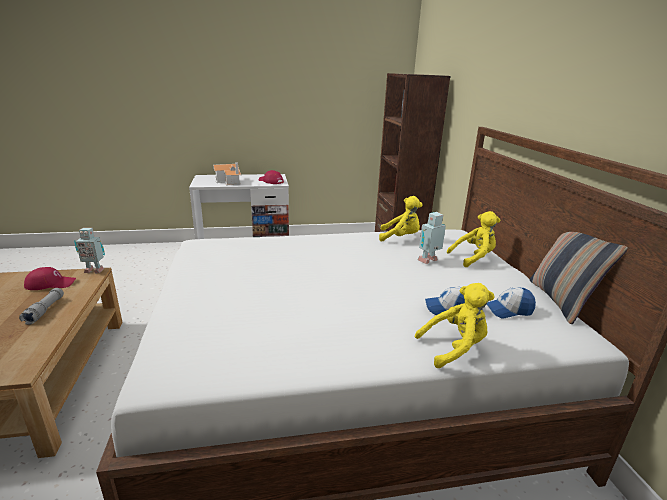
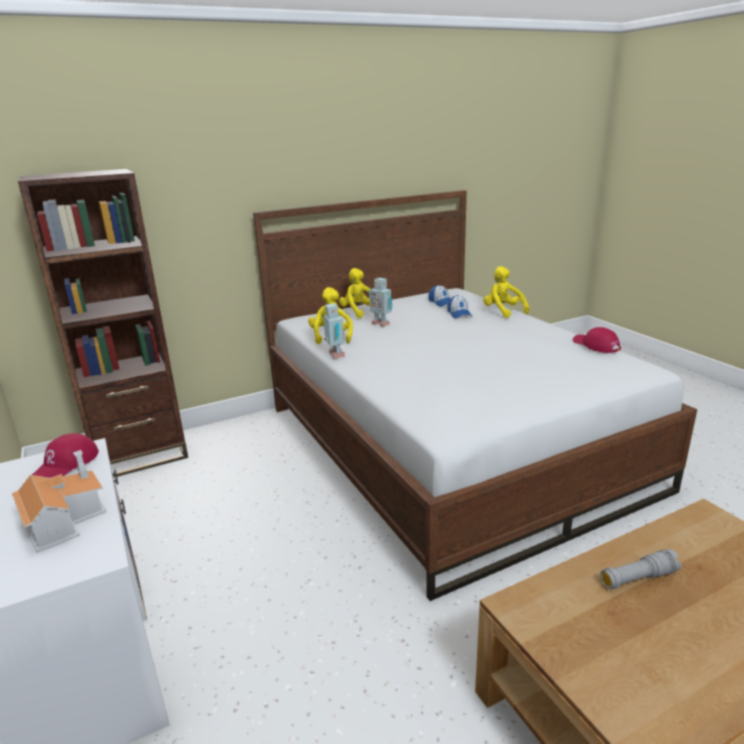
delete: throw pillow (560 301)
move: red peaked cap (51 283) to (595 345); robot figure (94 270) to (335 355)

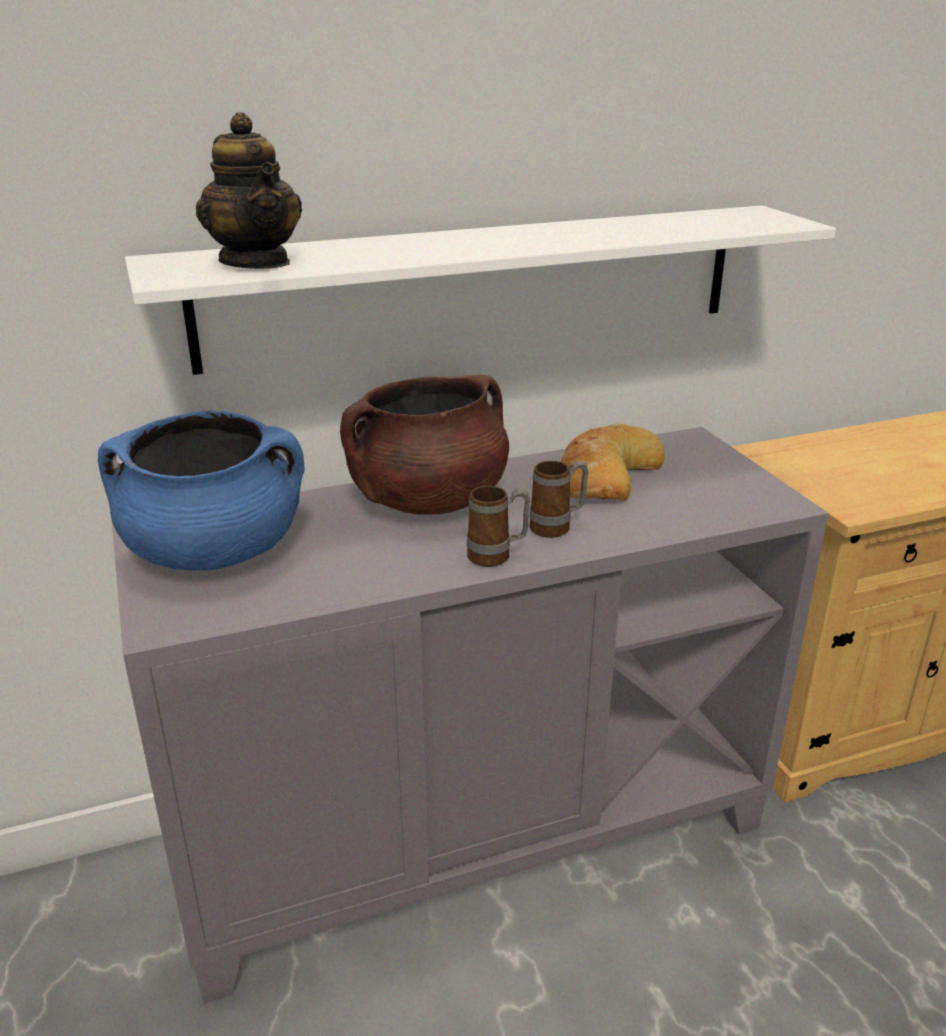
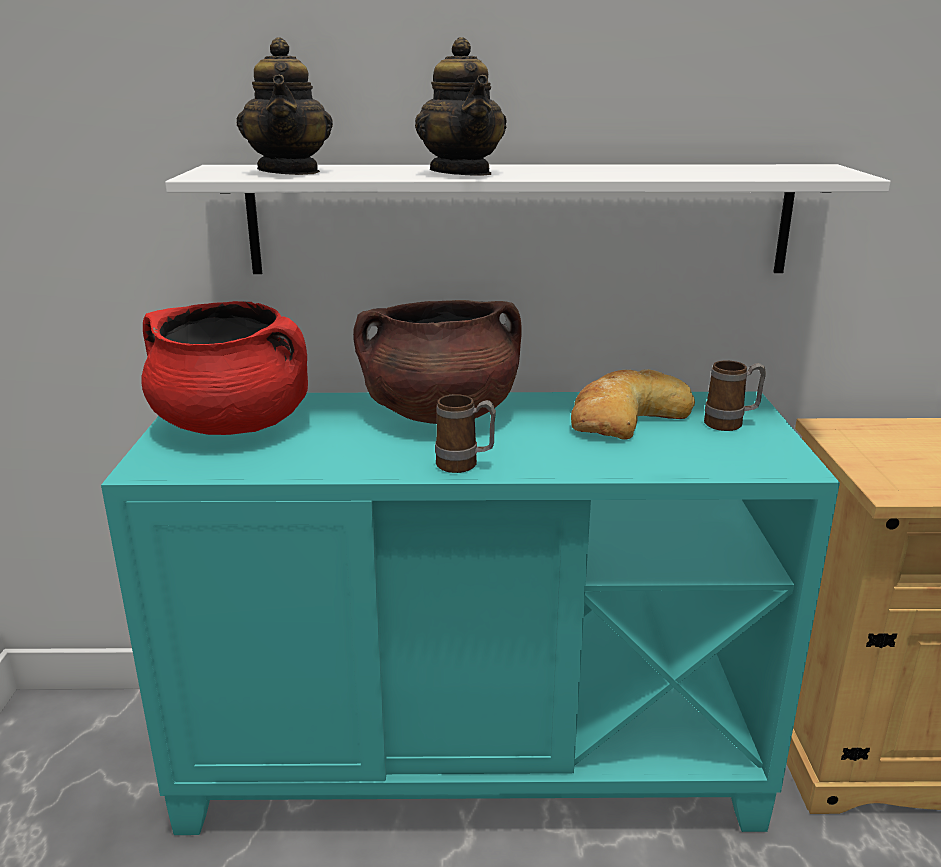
insert: pot for tea (461 173)
move: mug (557 527) to (731 424)
recolor: bluish cooking pot (215 551) to red cooking pot (233 425); grey cupboard (472 832) to turquoise cupboard (471 756)

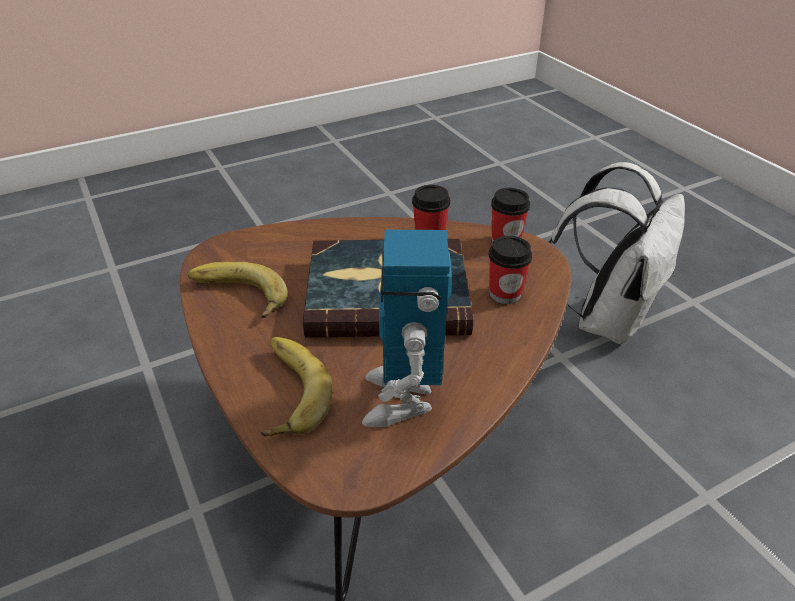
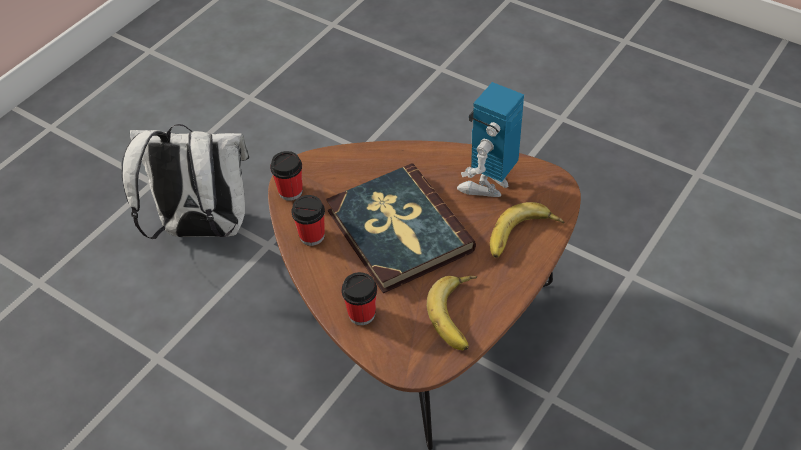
move: small cup (505 293) to (362 314)
rotate: robot figure (403 399) = (488 184) 150 degrees clockwise

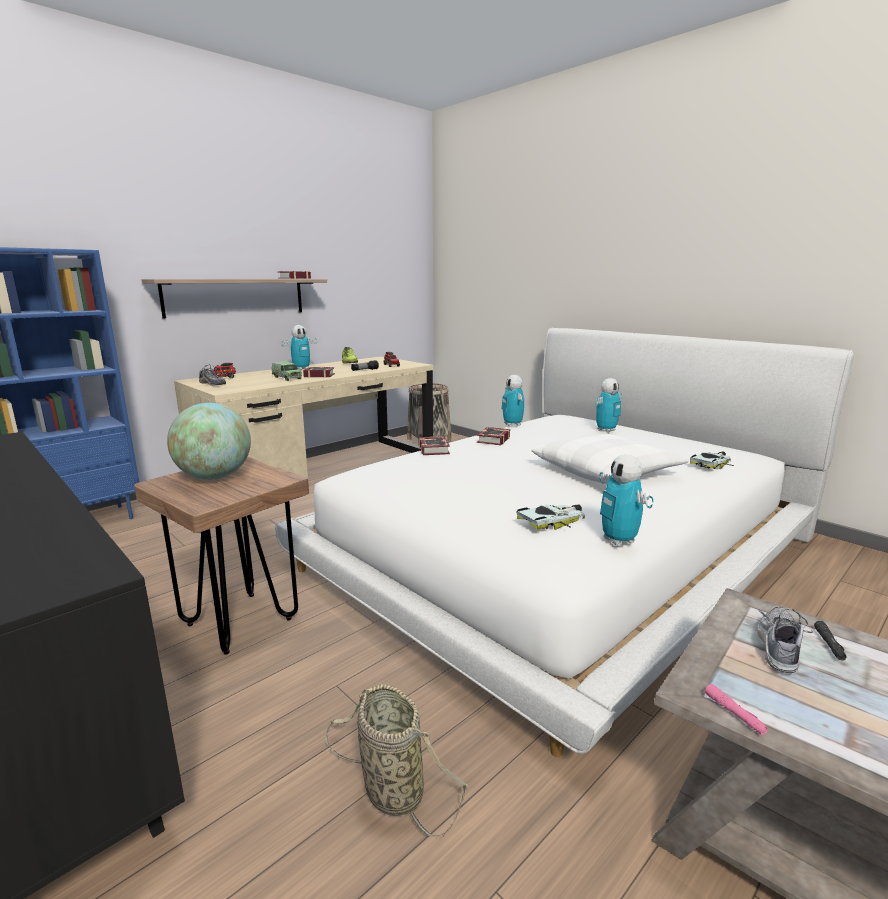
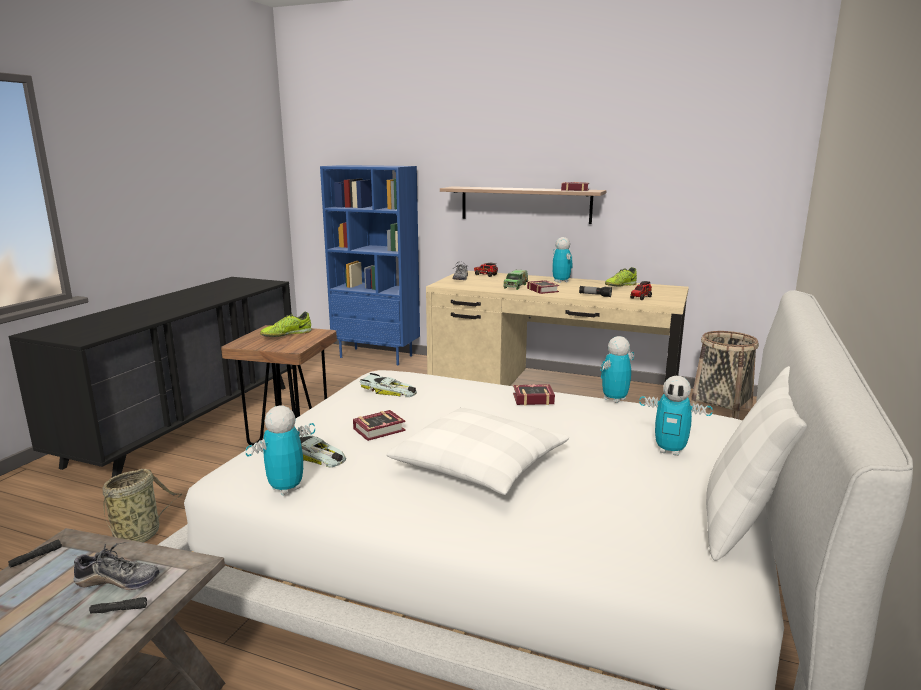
insert: white throw pillow (740 522)
move: book (434 449) to (381 430); miniature car (712 464) to (389 391)
replace: world globe (214 477) to shoe (286 335)
recolor: pink-coloured hand torch (734 714) to black hand torch (36 557)
rotate: robot figure (301 369) = (561 281) 135 degrees counterclockwise

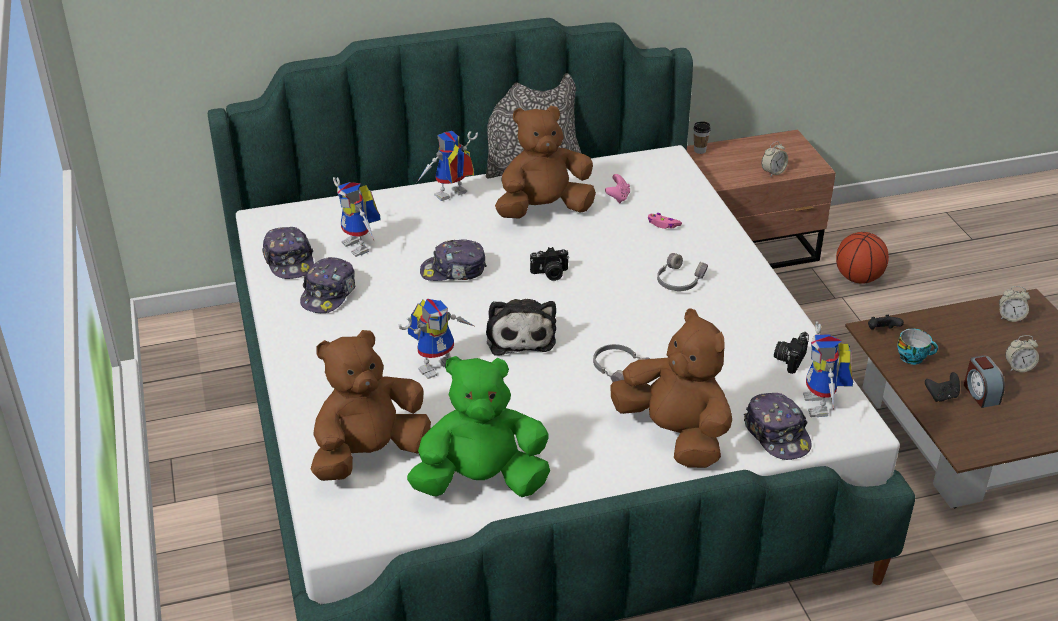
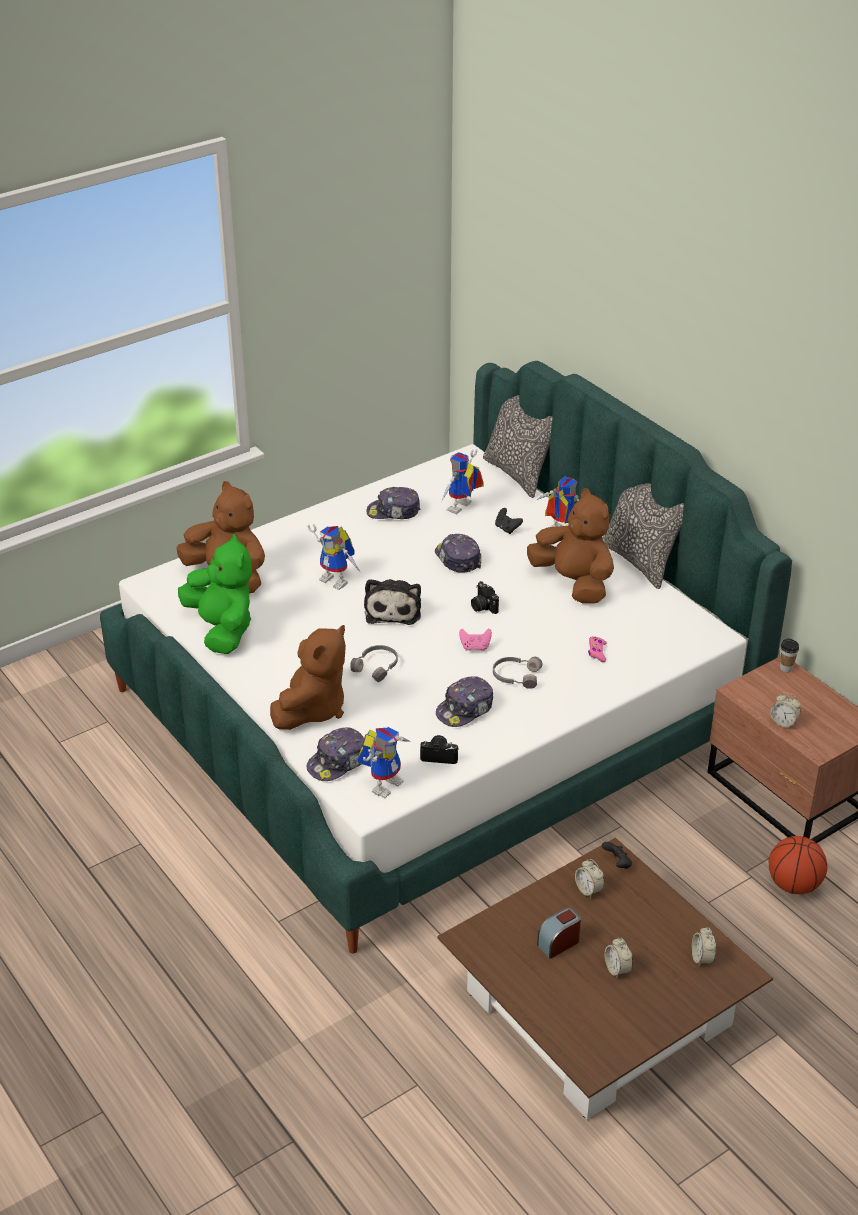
insert: throw pillow (518 474)
move: peaked cap (289 261) to (465 709); pink-coloured gamepad (618 197) to (475 647); black gamepad (942 396) to (507 529)
replace: small cup (913 357) to bedside clock (588 890)
rotate: soft toy (520 335) = (393 609) 60 degrees counterclockwise; robot figure (822 407) = (385 783) 150 degrees clockwise

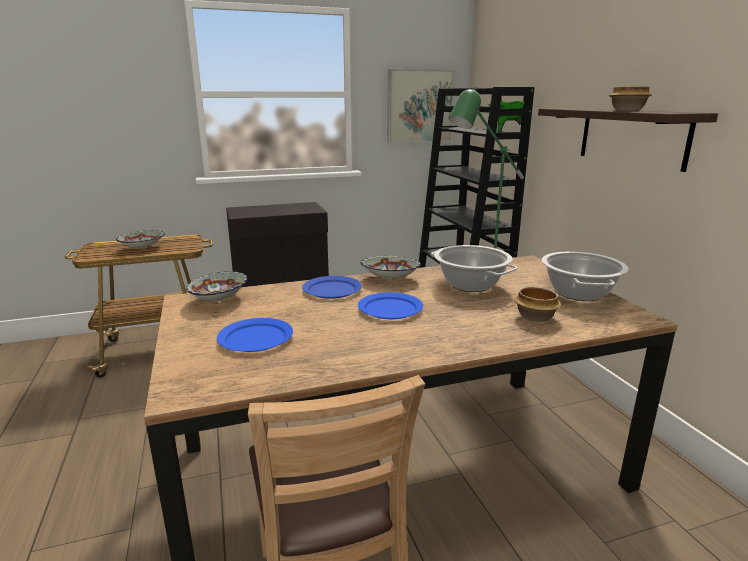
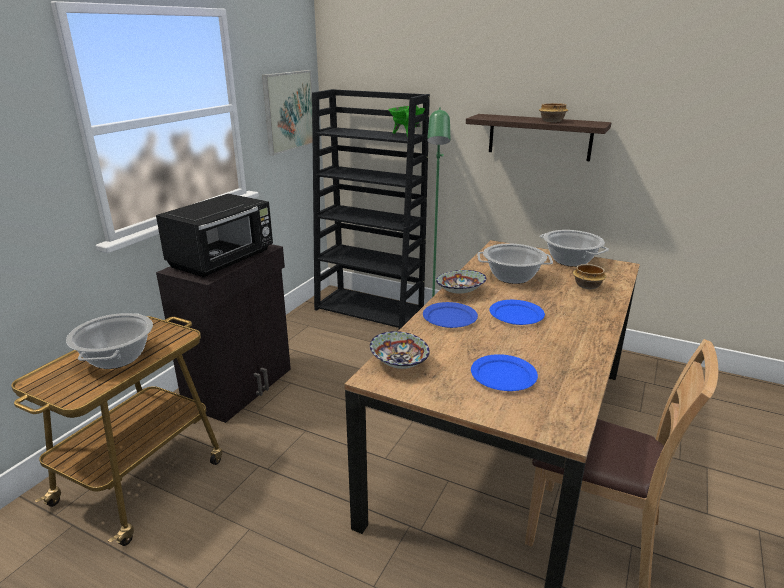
insert: black kitchen microwave (223 260)
replace: deep dish (142 248) to cooking pot (116 357)

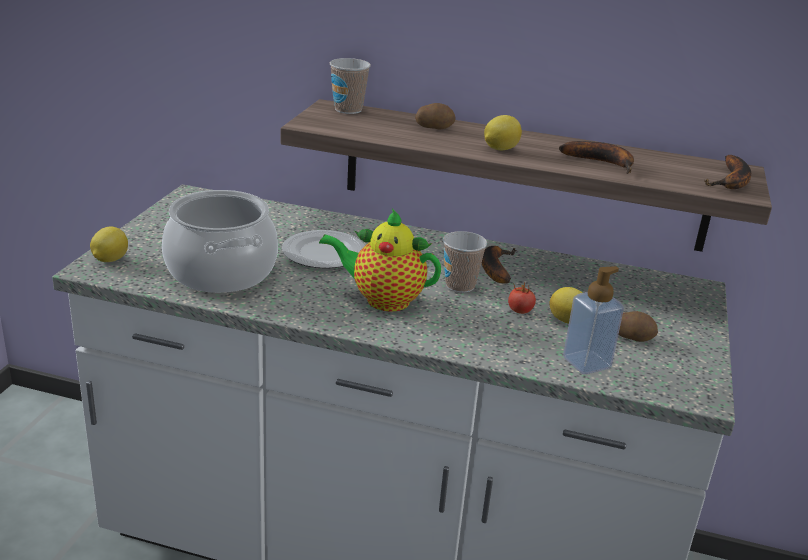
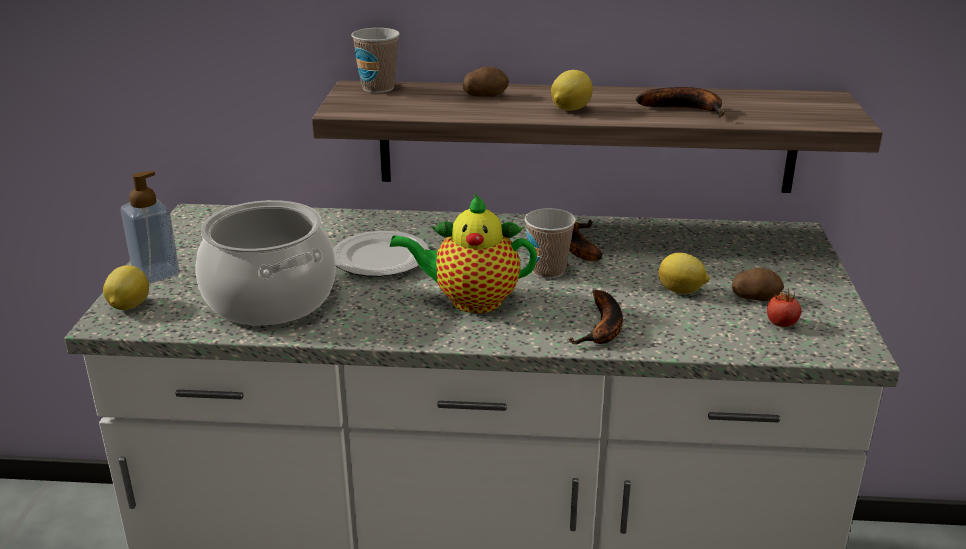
move: fresh tomato (520 311) to (781 323); soap bottle (586 363) to (156 274); banana (732 181) to (603 328)

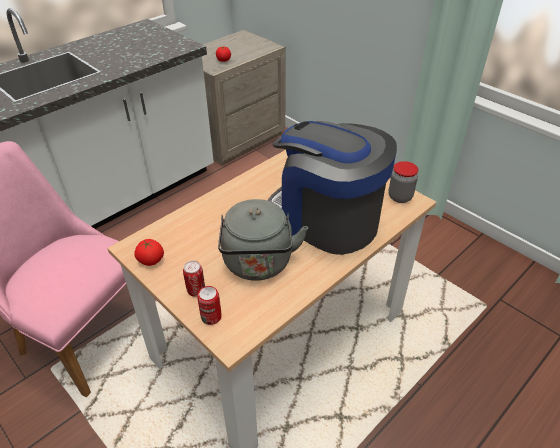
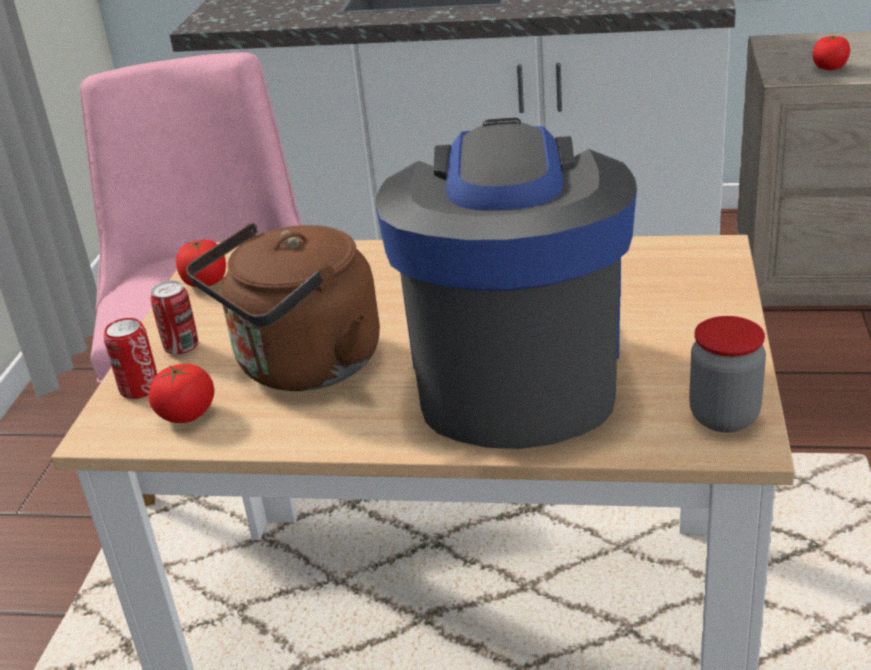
insert: fresh tomato (187 414)
recolor: grey tea kettle (258 265) to brown tea kettle (302 367)

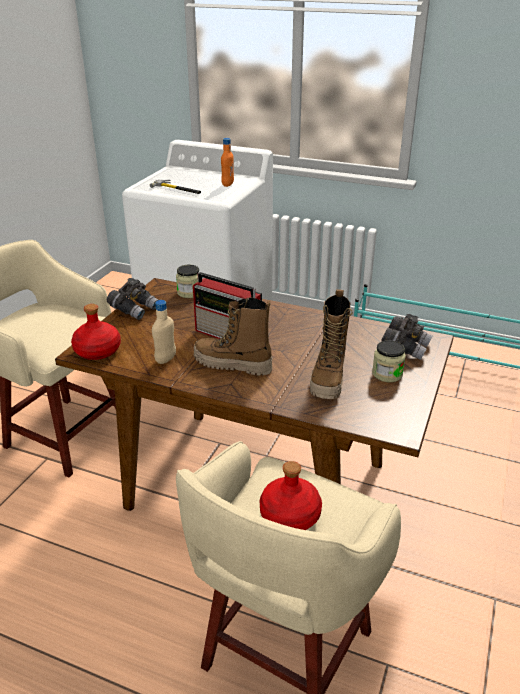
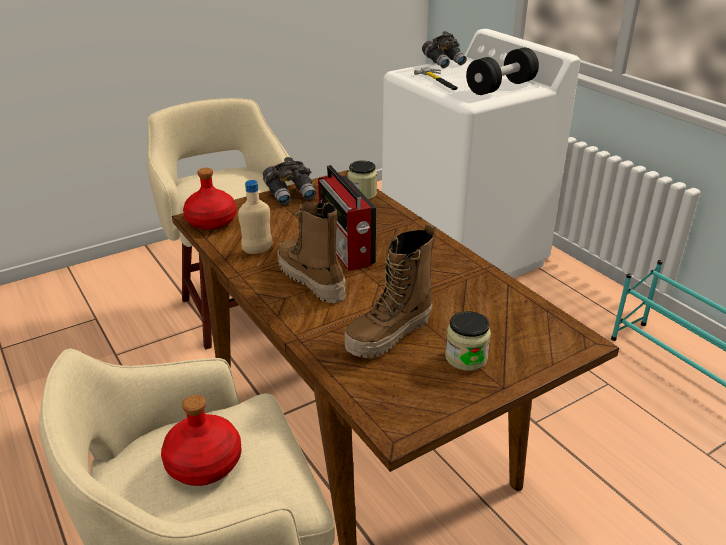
move: grey field glasses (405 347) to (444 63)
replace: orangey drink bottle (227 184) to black dumbbell (501 87)

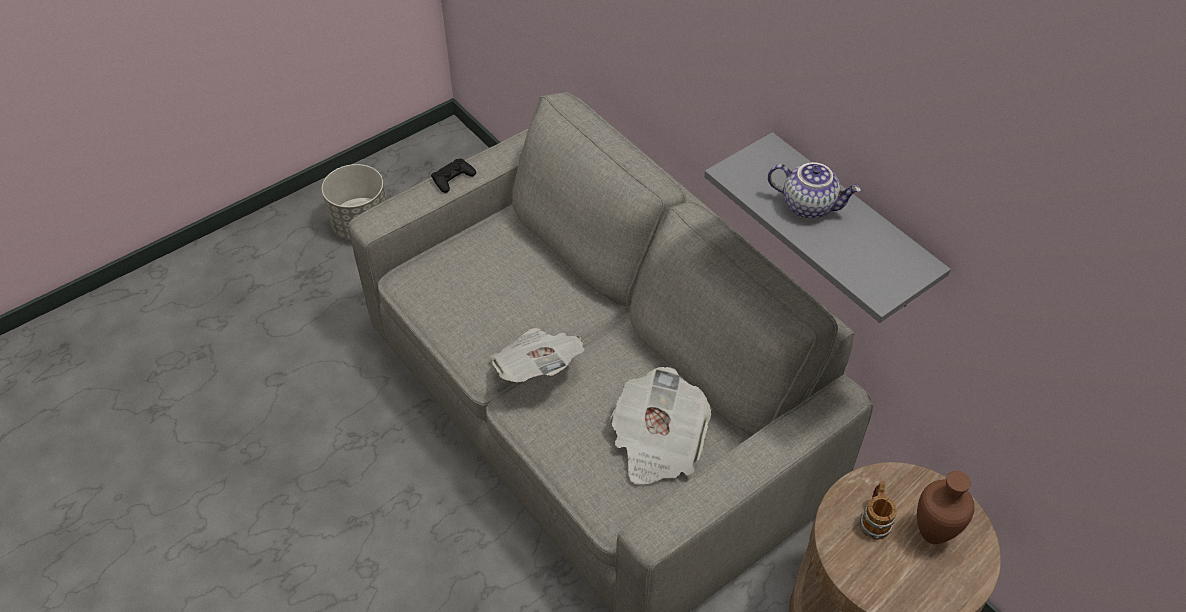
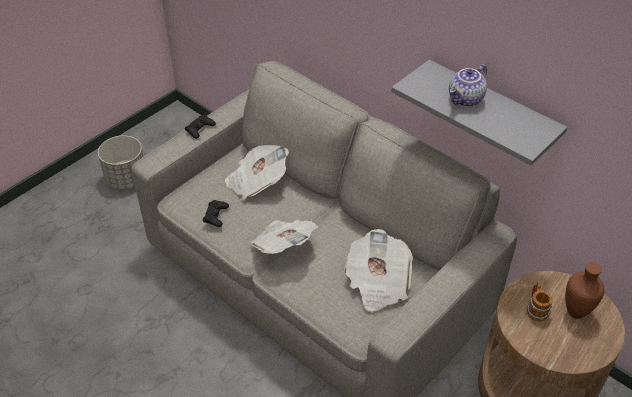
insert: black gamepad (216 215); newspaper (257 182)
rotate: pot for tea (809 205) = (466 100) 120 degrees clockwise

